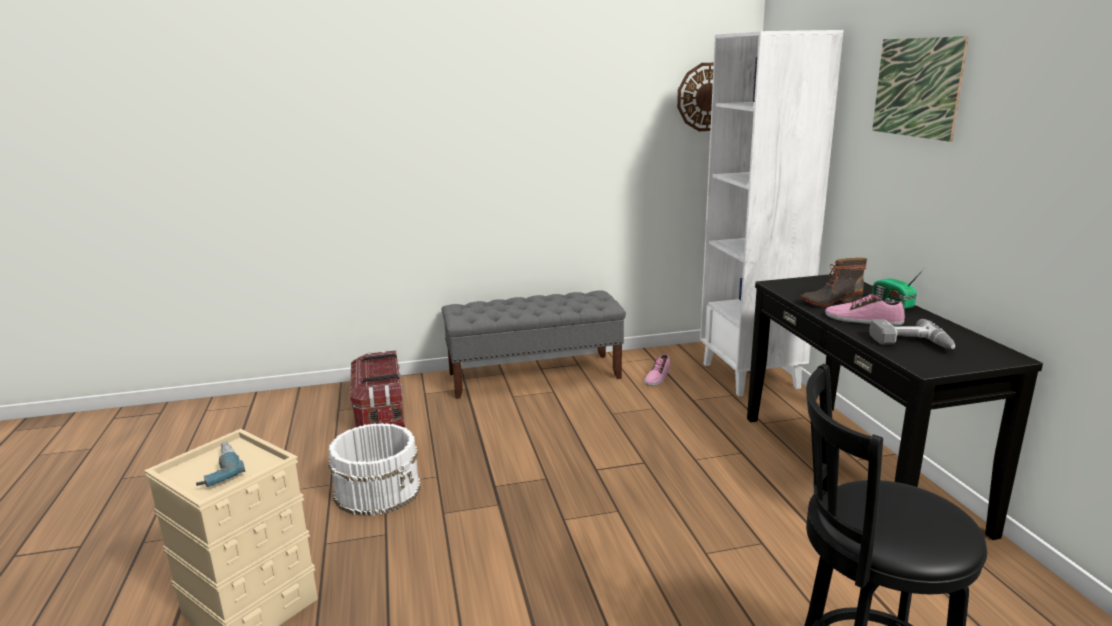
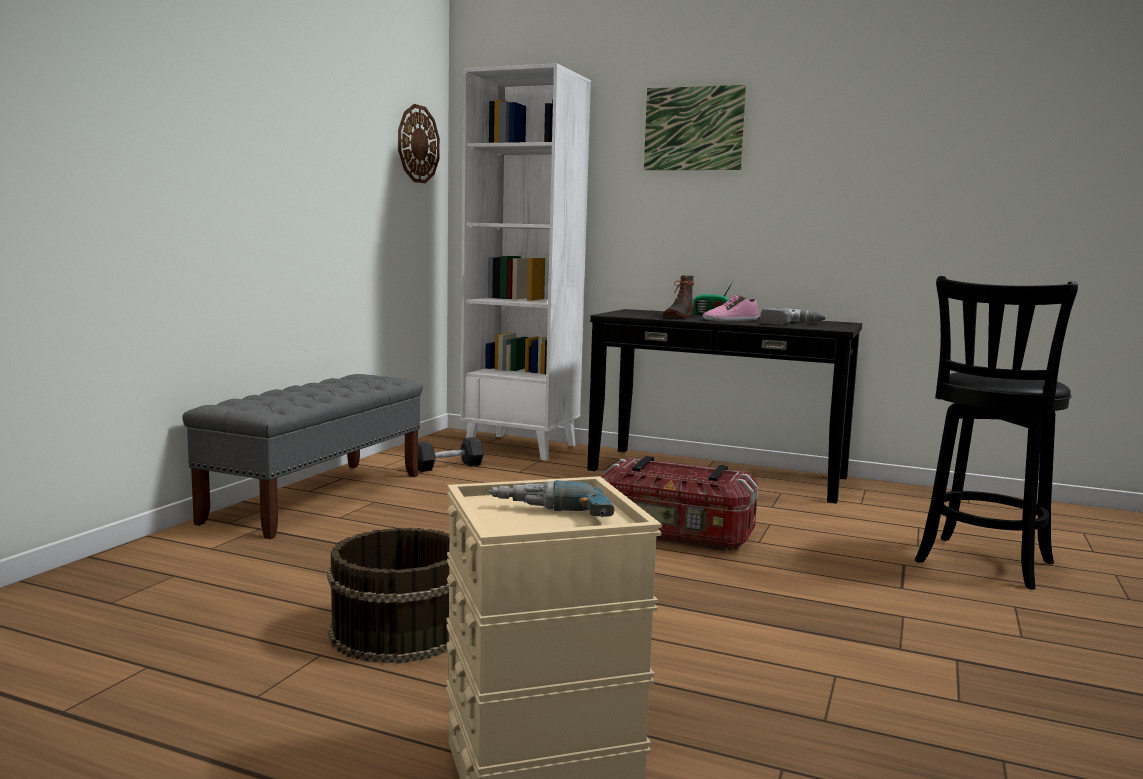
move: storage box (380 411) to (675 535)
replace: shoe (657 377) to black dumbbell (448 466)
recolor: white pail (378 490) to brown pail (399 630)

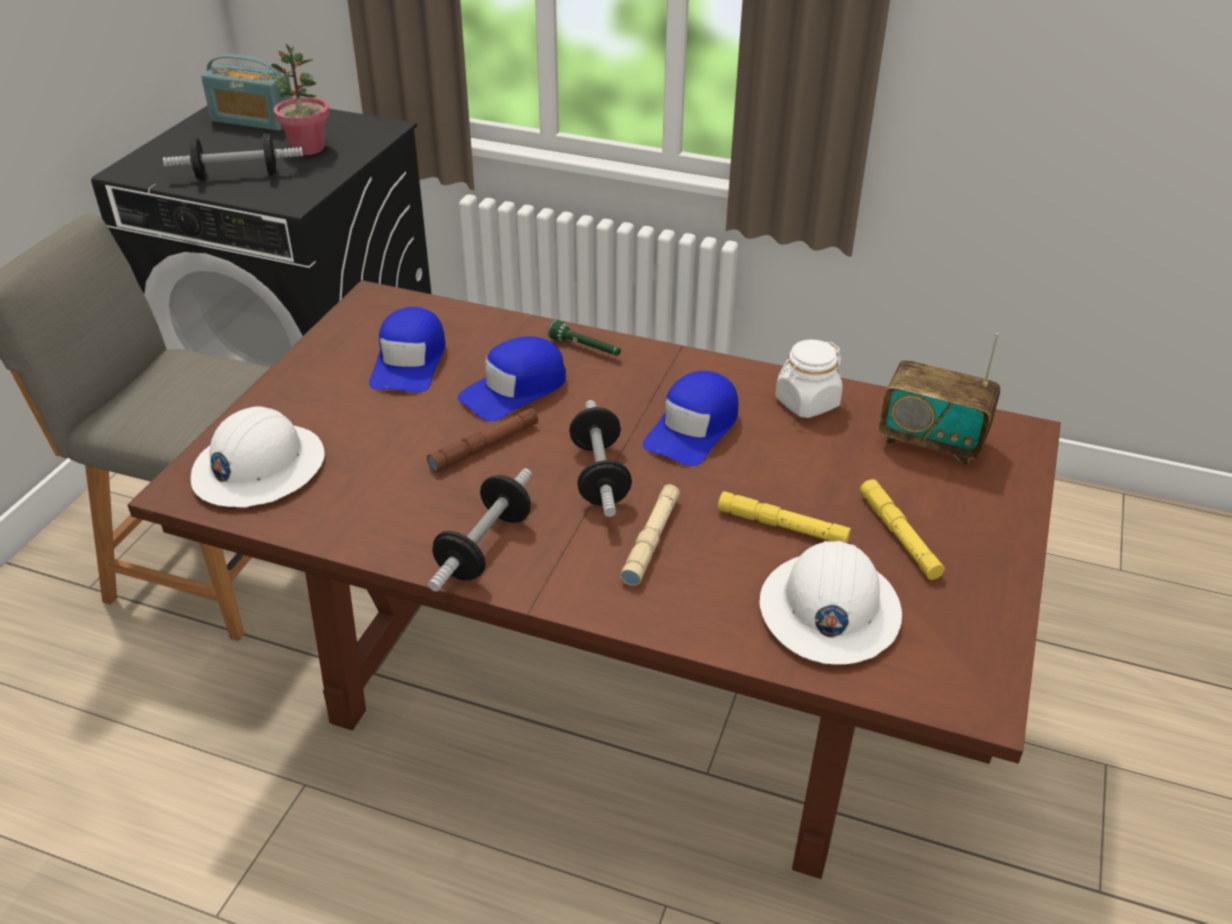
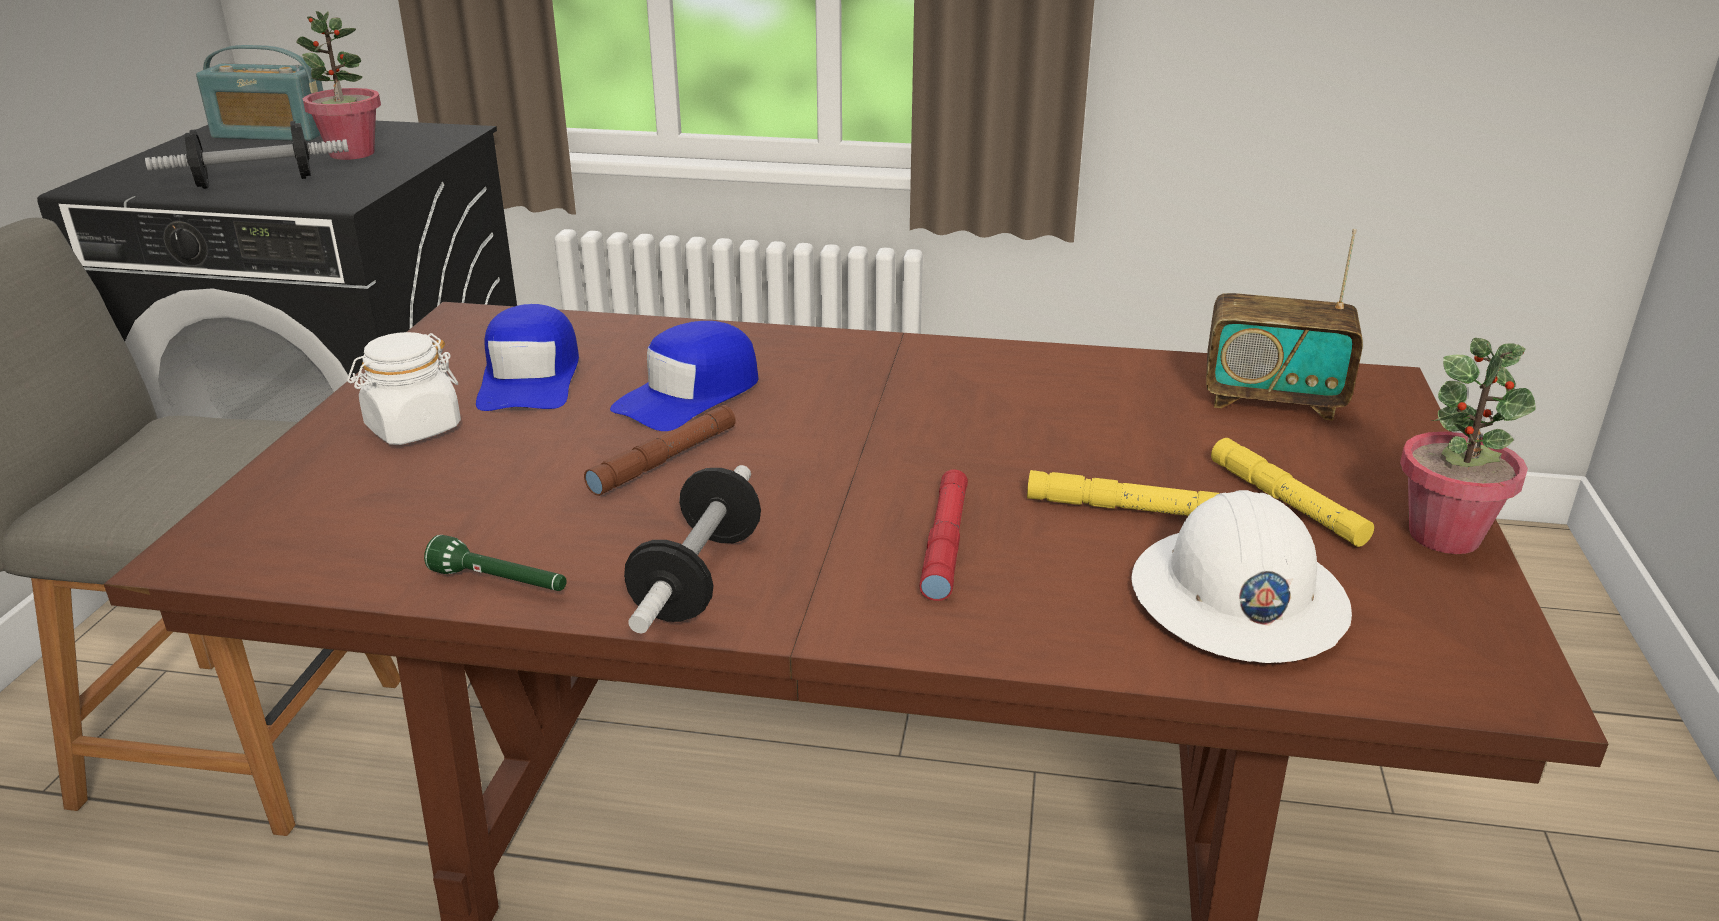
delete: white work helmet (258 468); dumbbell (599 475); bluish peaked cap (693 428)
insert: plant in a pot (1444 535)
move: green-coloured hand torch (585 348) to (500 583); white preserve jar (806 403) to (413 428)
recolor: beige hand torch (651 540) to red hand torch (945 543)

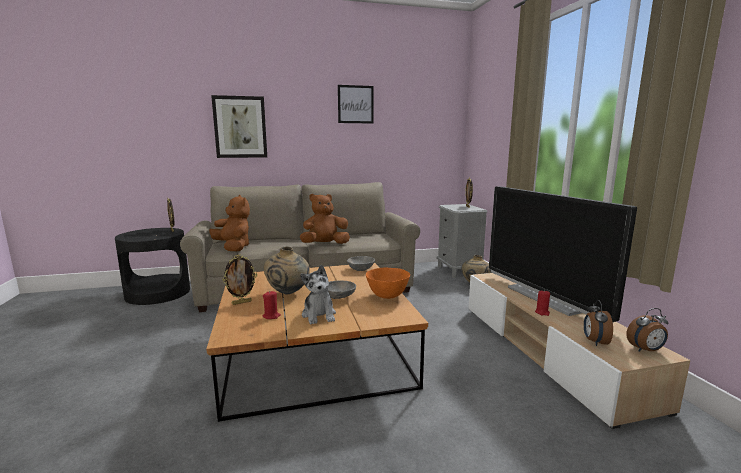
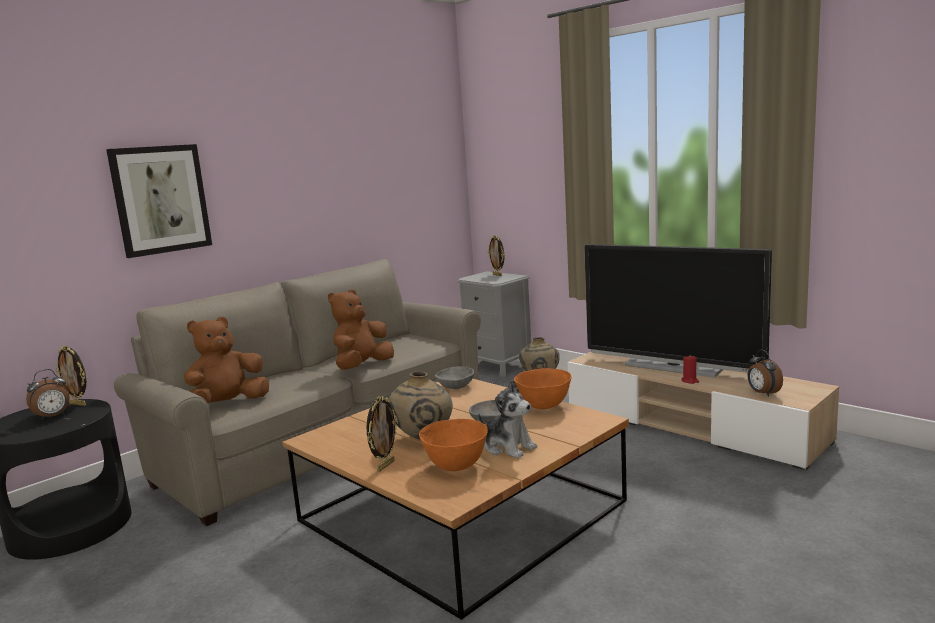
delete: wall art (355 104)
move: bedside clock (645 350) to (53 417)
replace: red wax candle (271 316) to orangey deep dish (456 466)
rotate: brown soft toy (233 247) = (227 405) 60 degrees counterclockwise

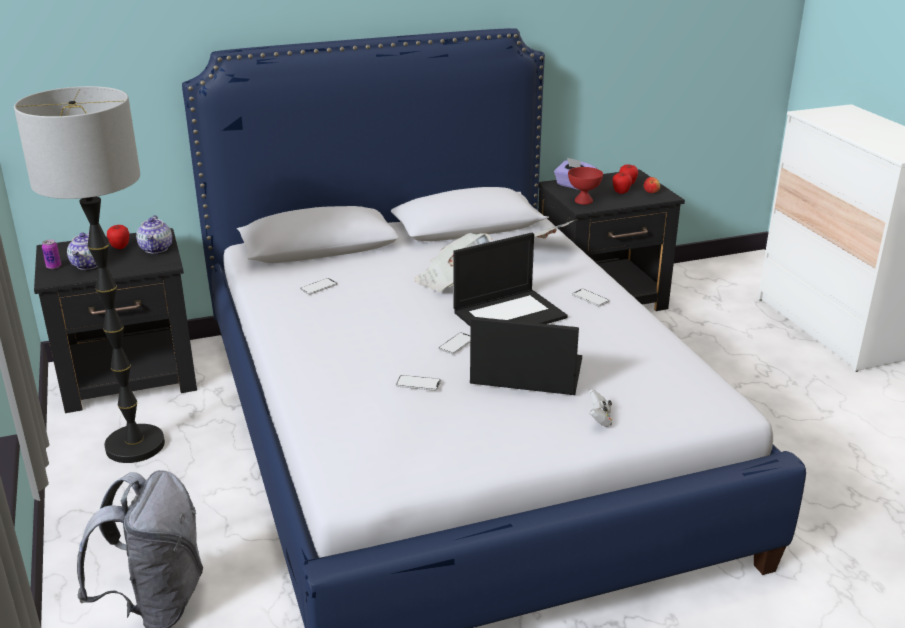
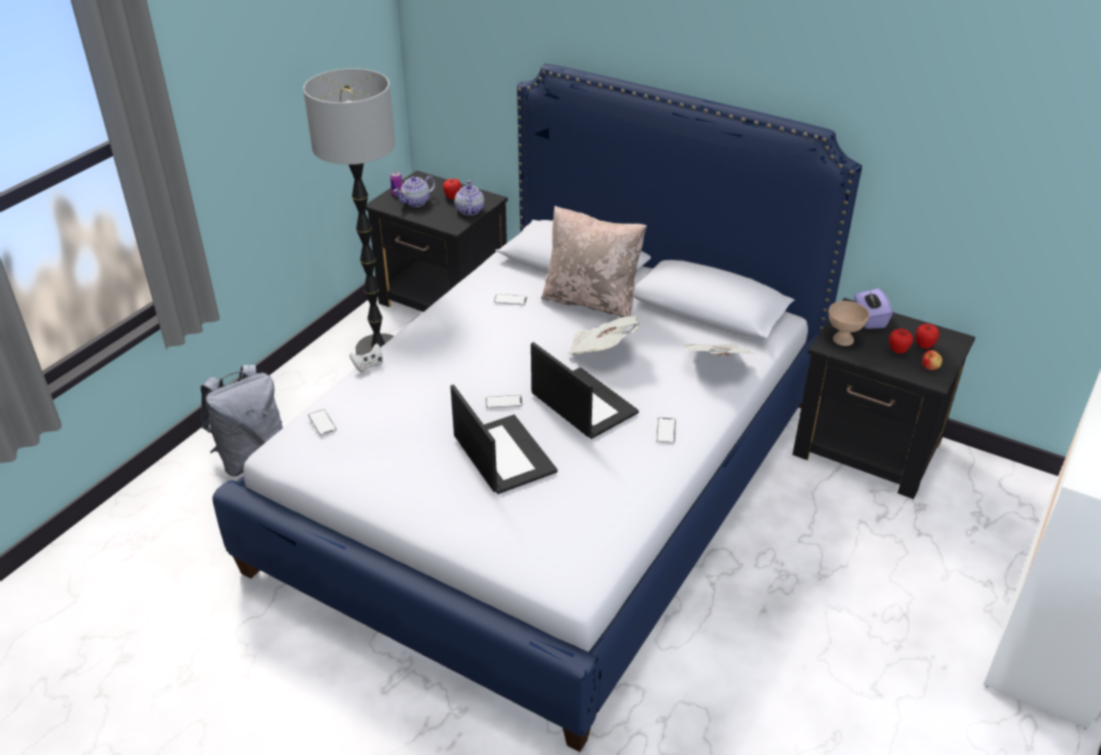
insert: beige throw pillow (591 301)
move: phone (418 384) to (322 423); white gamepad (599 419) to (368 366)
recolor: red deep dish (583 201) to beige deep dish (842 340)
rotate: pot for tea (156 249) = (469 210) 135 degrees clockwise; notebook computer (510 314) = (582 403) 150 degrees counterclockwise

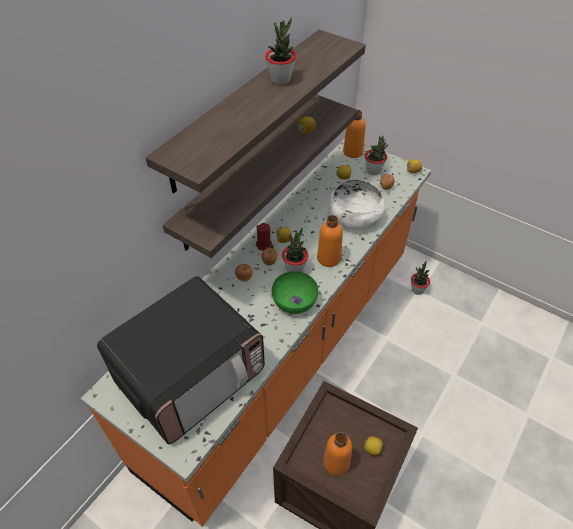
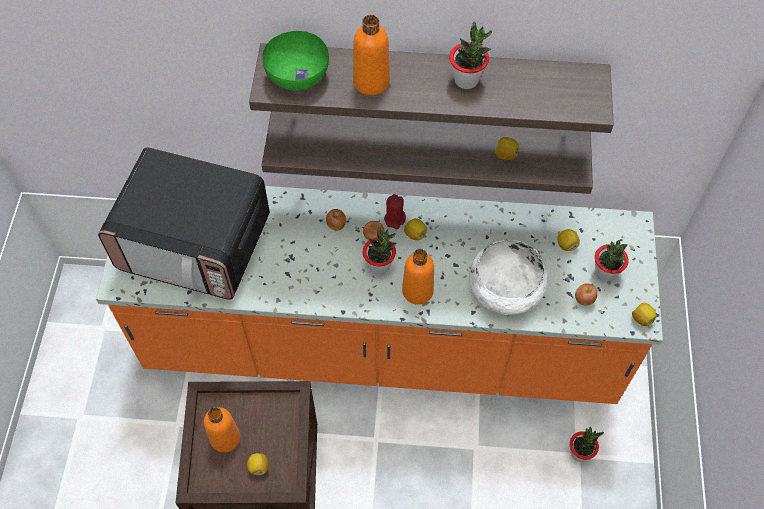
move: green-coloured deep dish (294 301) to (297 74); orangey drink bottle (353 152) to (371 82)

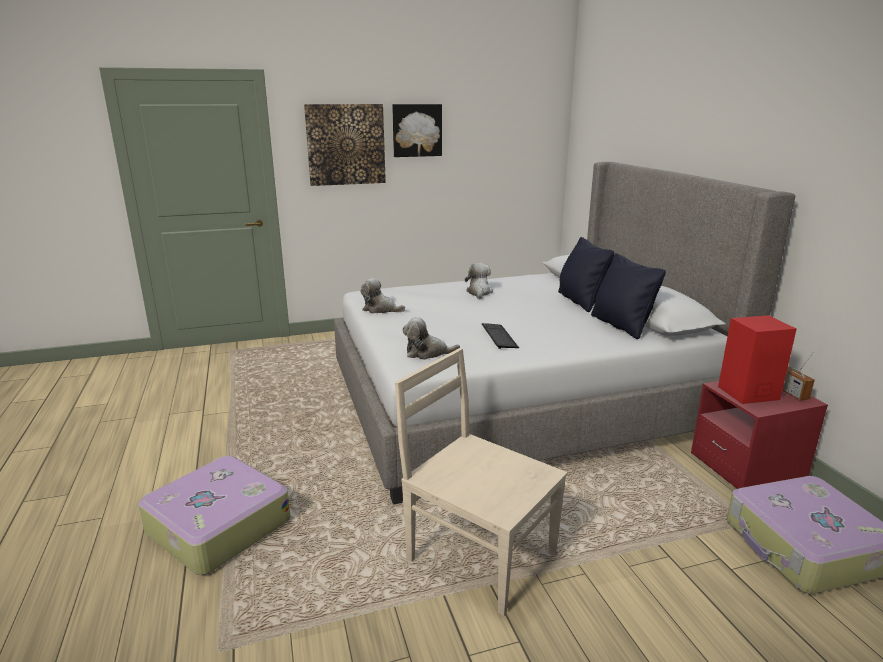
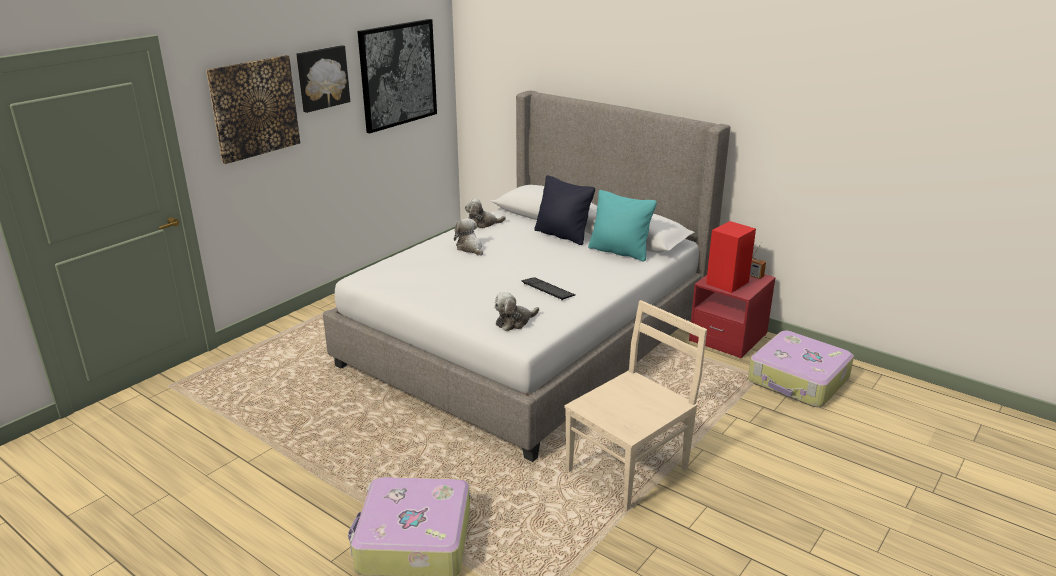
insert: wall art (398 74)
move: soft toy (380 309) to (482 224)
recolor: black throw pillow (621 326) to turquoise throw pillow (619 252)
rotate: beige plain chair (478 554) = (629 468) 135 degrees clockwise

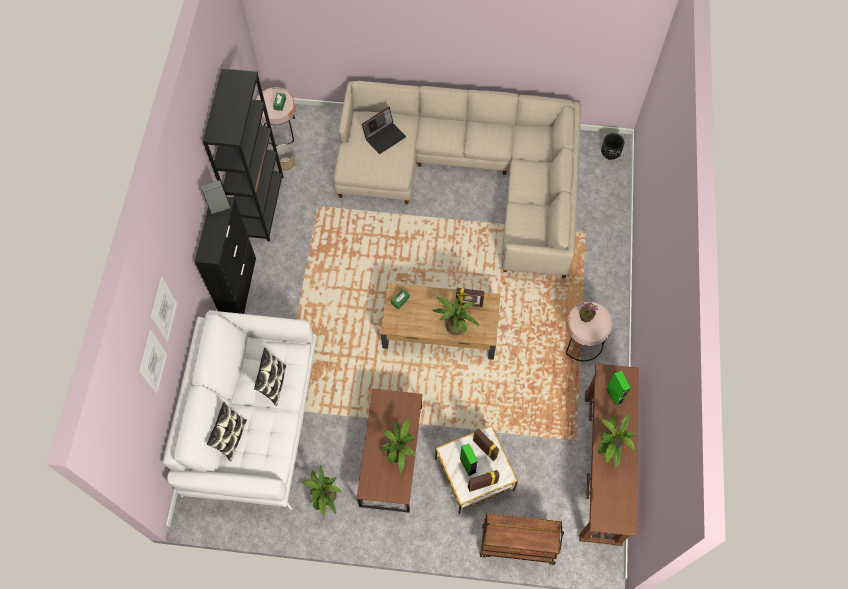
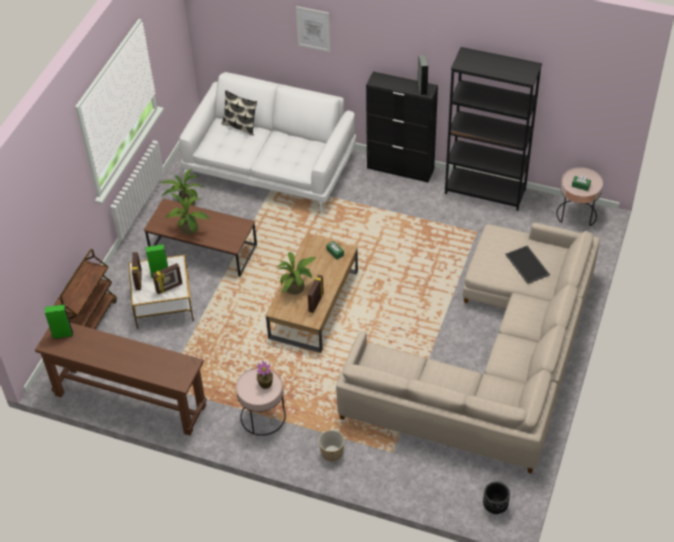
delete: wall art (152 362); throw pillow (273 384); plant in a pot (609 448)
move: plant pot (286 162) to (332 452); green-coloured loudspeaker (614 395) to (62 334)
replace: notebook computer (384 136) to carrying tray (528 265)

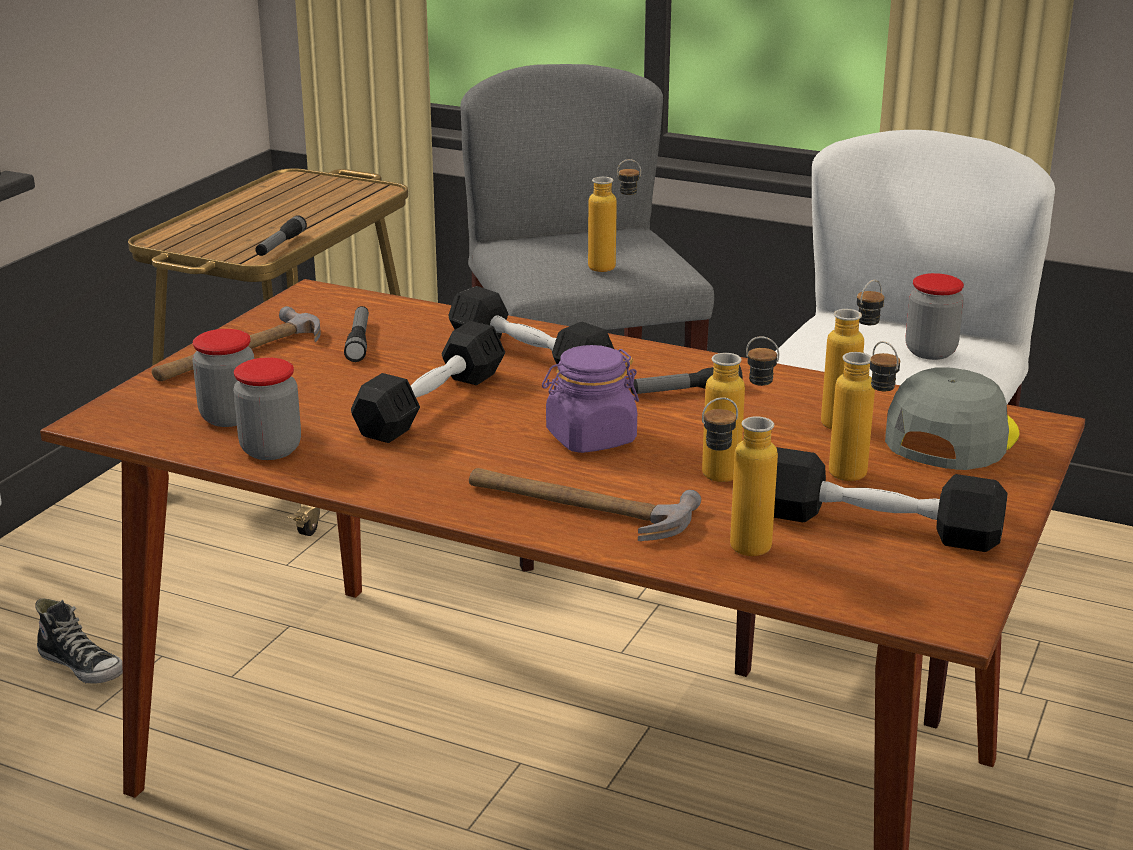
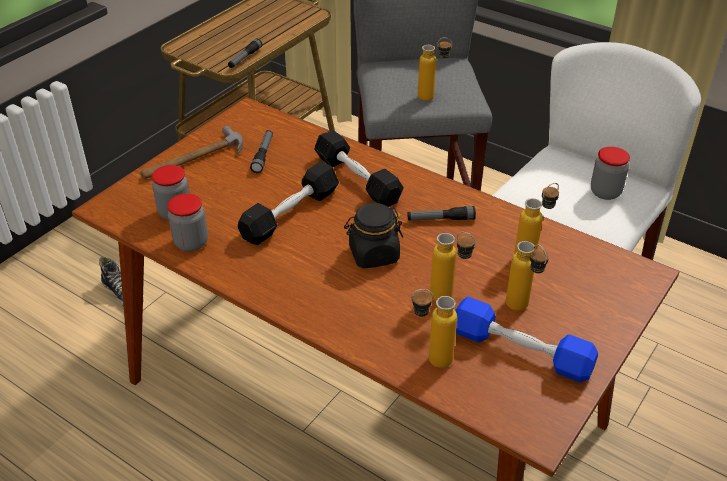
delete: hand hammer (576 506); grey peaked cap (950 436)
recolor: purplish preserve jar (590 438) to black preserve jar (373 254); black dumbbell (877 526) to bluish dumbbell (521 351)

